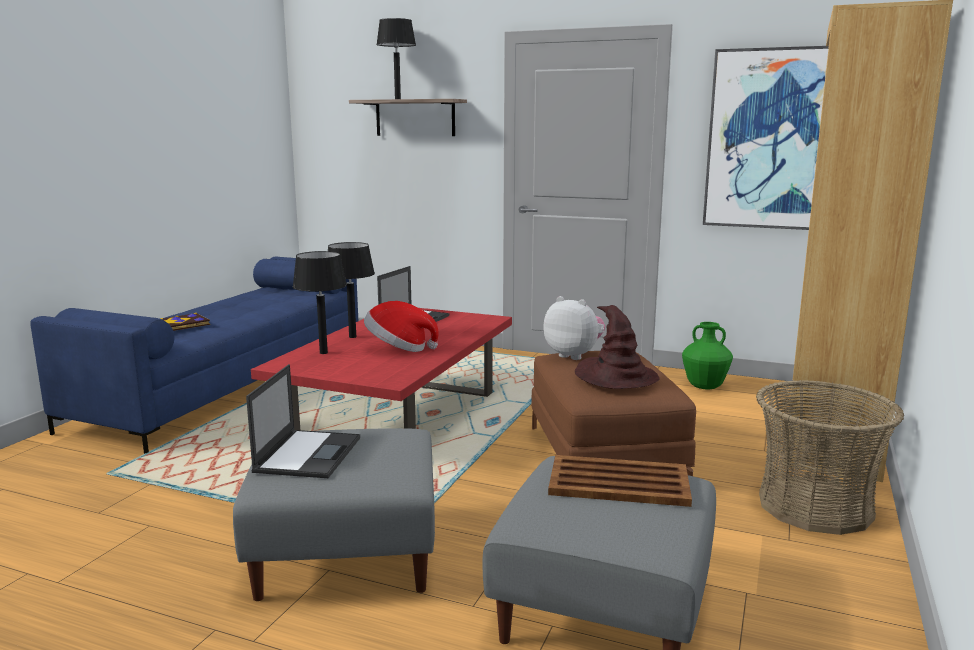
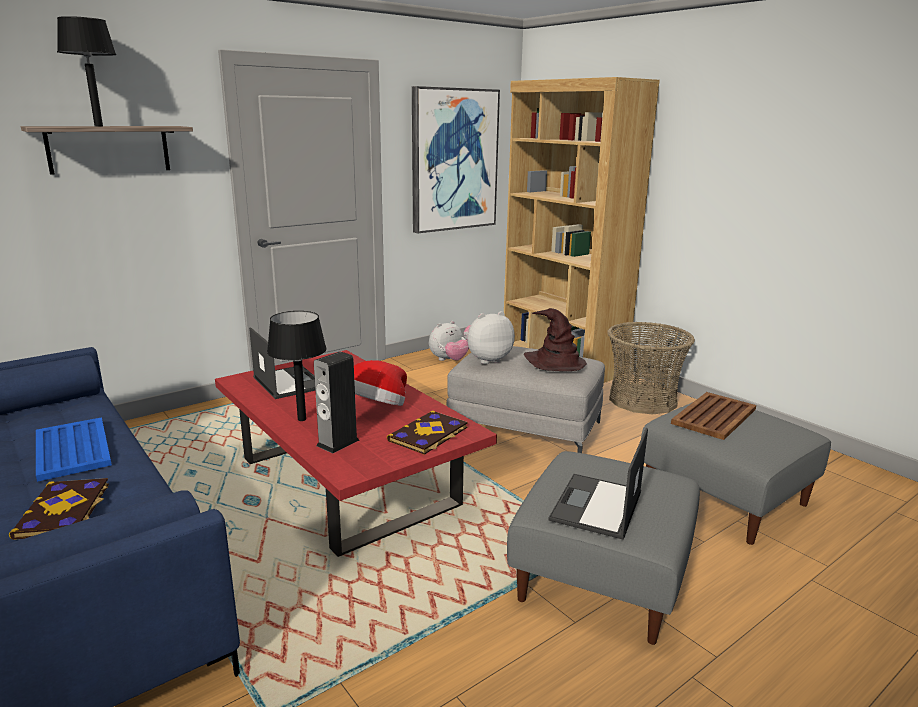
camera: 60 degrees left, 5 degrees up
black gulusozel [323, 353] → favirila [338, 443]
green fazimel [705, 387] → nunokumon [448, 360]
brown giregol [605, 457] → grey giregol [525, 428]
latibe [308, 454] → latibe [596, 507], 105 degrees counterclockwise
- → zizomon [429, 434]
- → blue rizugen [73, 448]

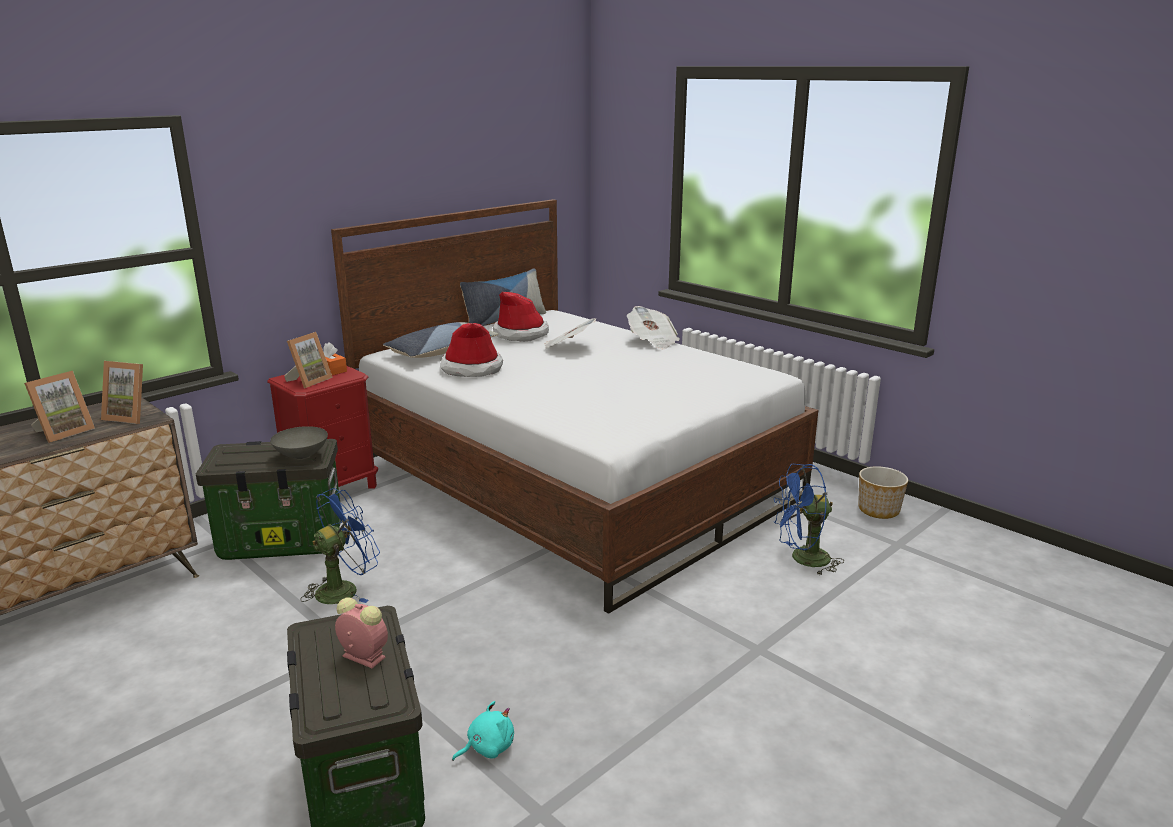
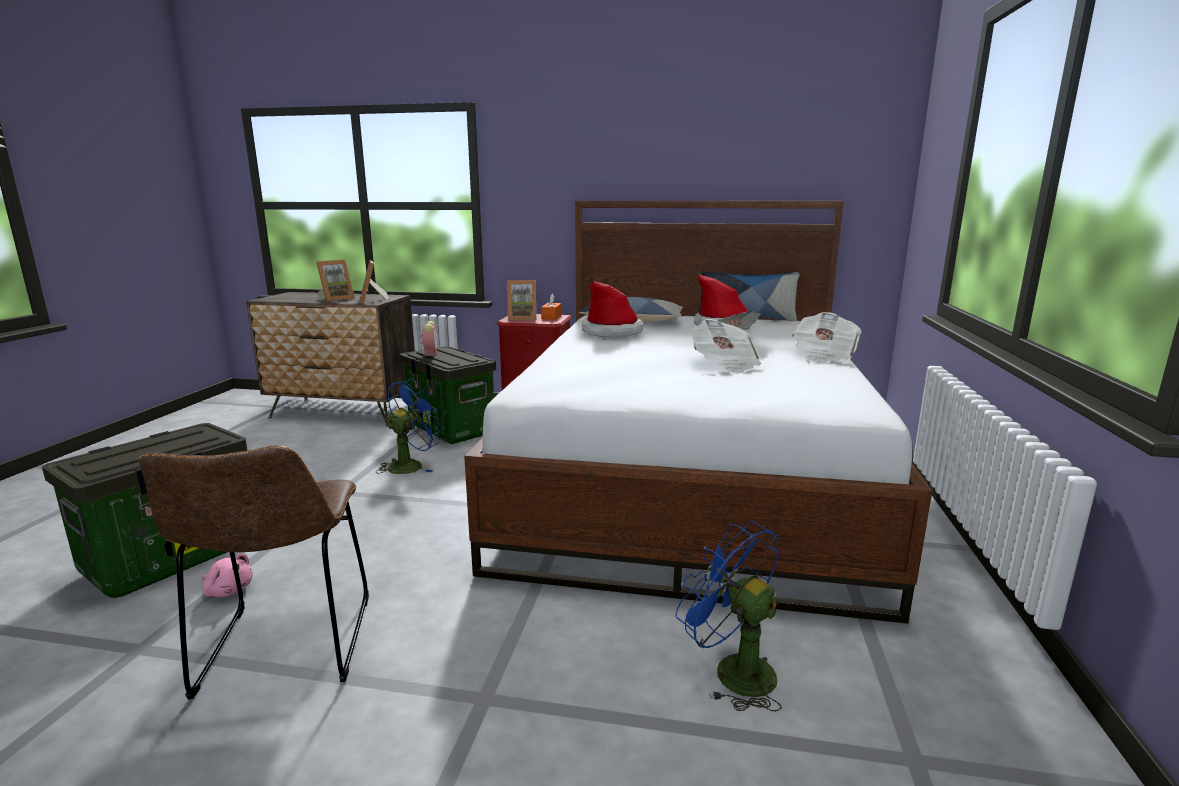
camera: 55 degrees right, 5 degrees down
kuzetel [64, 432] → kuzetel [336, 299], 45 degrees counterclockwise
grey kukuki [302, 455] → -
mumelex [879, 510] → -
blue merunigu [344, 589] → blue merunigu [411, 465], 60 degrees counterclockwise
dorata [362, 656] → dorata [430, 353], shifted
turquoise nunokumon [487, 747] → pink nunokumon [228, 590]
- → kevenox [724, 365]
- → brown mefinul [285, 650]

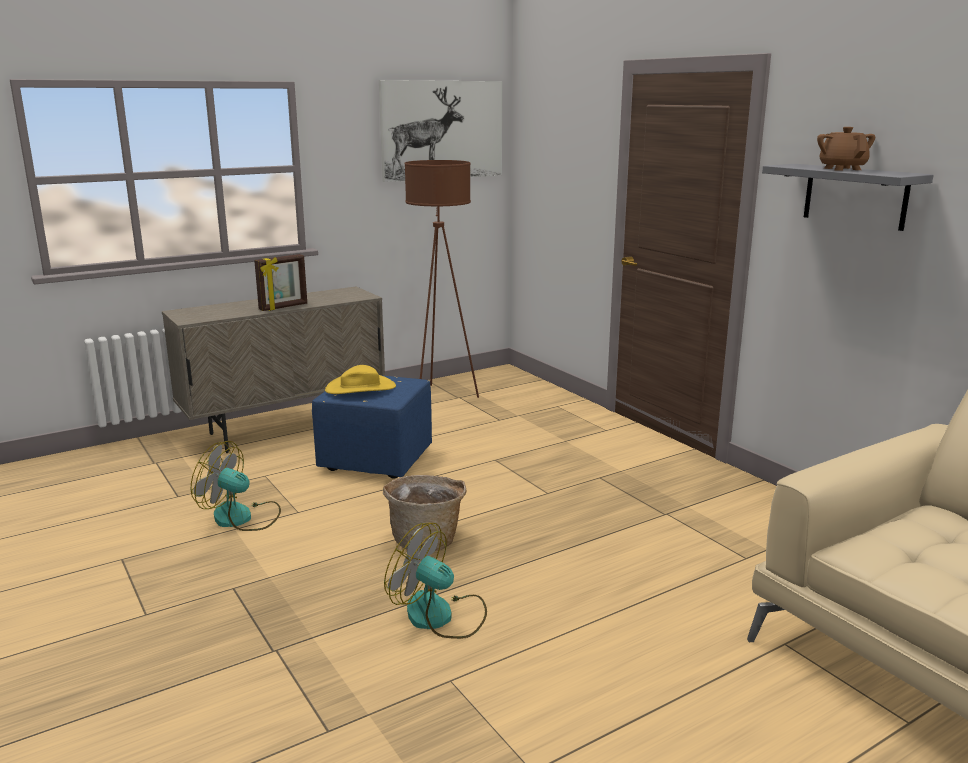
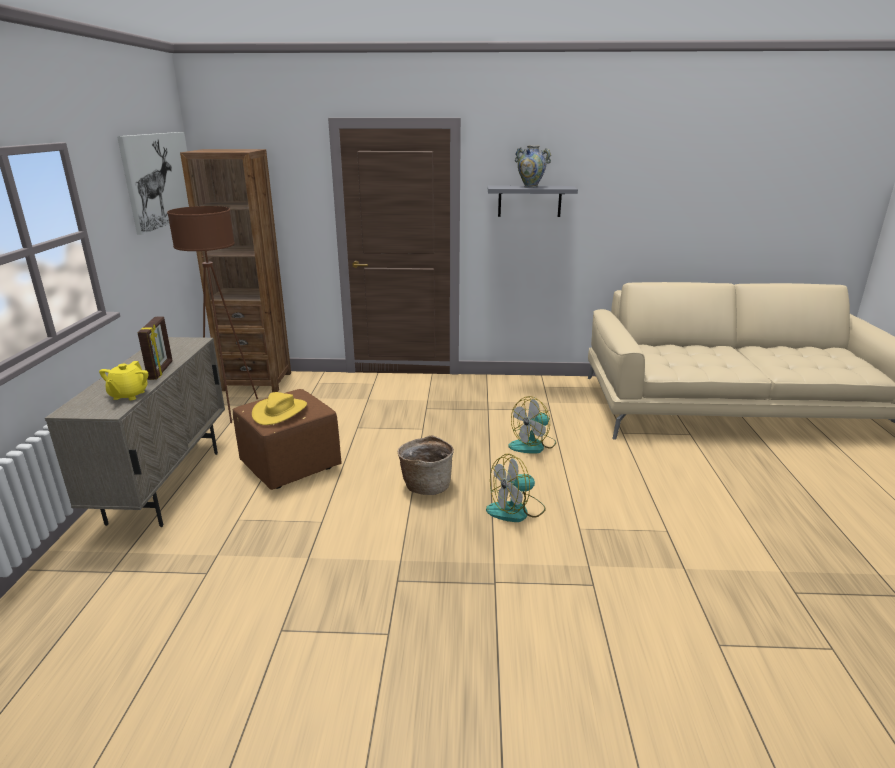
camera: 55 degrees left, 5 degrees up
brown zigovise [842, 169] → fazimel [530, 186]
blue giregol [377, 460] → brown giregol [290, 465]
merunigu [241, 518] → merunigu [533, 445], shifted
- → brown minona [256, 381]
- → yellow zigovise [128, 395]

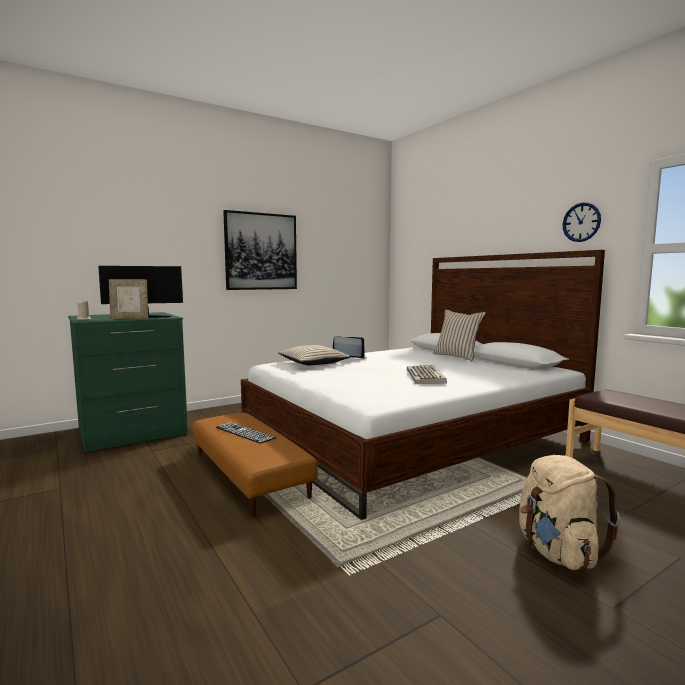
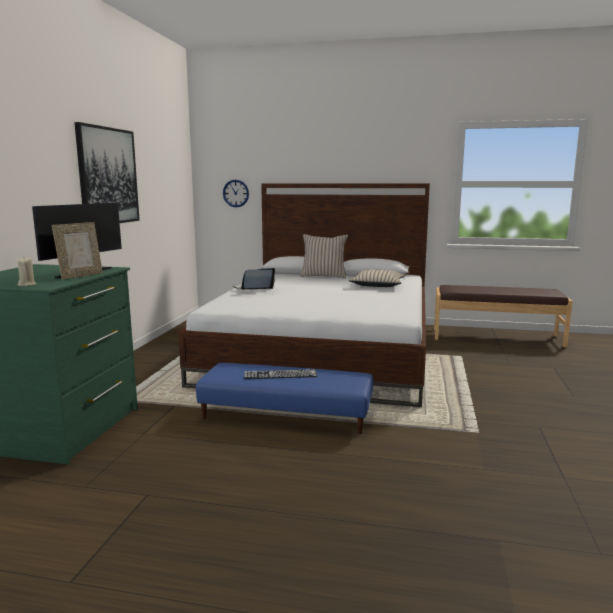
camera: 45 degrees left, 5 degrees up
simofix [581, 222] → simofix [236, 193], shifted
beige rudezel [313, 363] → beige rudezel [377, 285], shifted
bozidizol [426, 376] → -
brown giregol [249, 474] → blue giregol [287, 413]
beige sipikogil [557, 552] → -

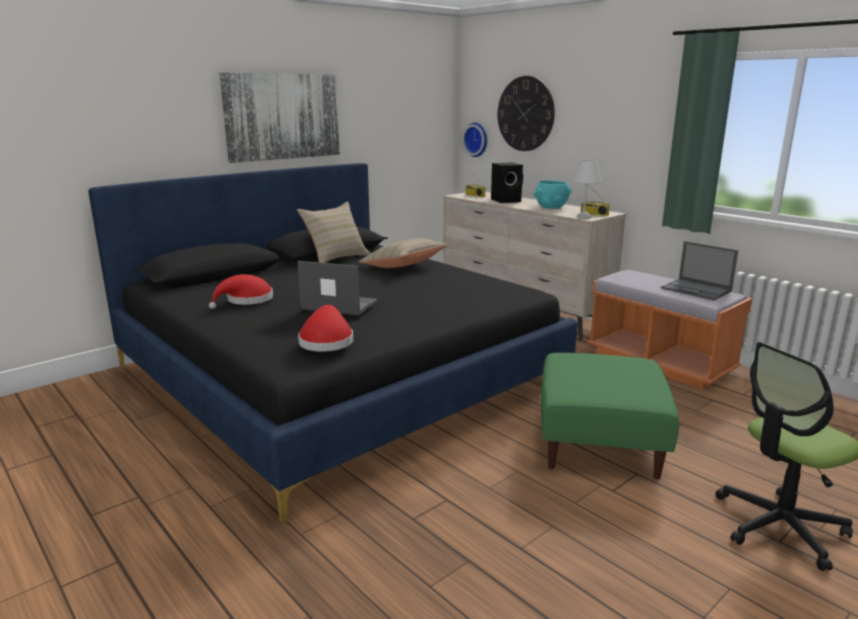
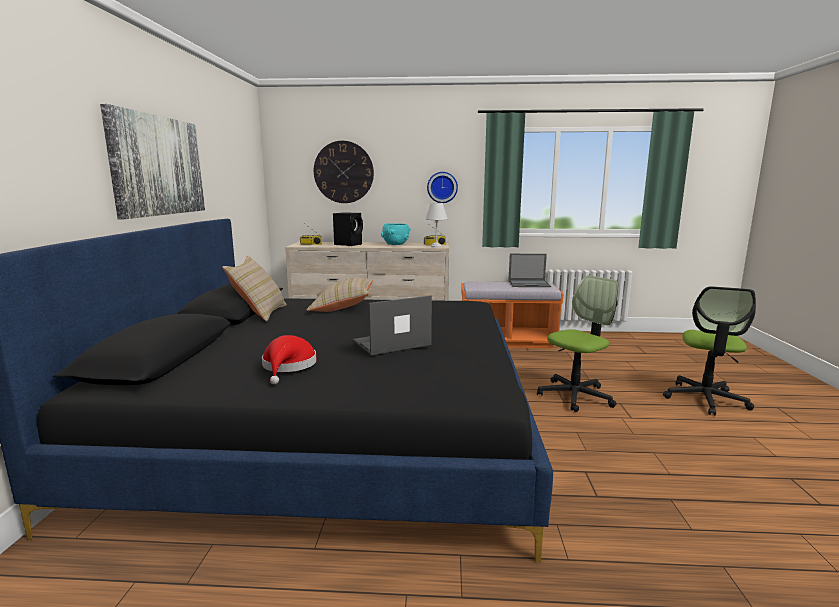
camera: 45 degrees left, 5 degrees down
simofix [477, 139] → simofix [442, 187], shifted
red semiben [326, 341] → -
green giregol [600, 443] → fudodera [575, 396]

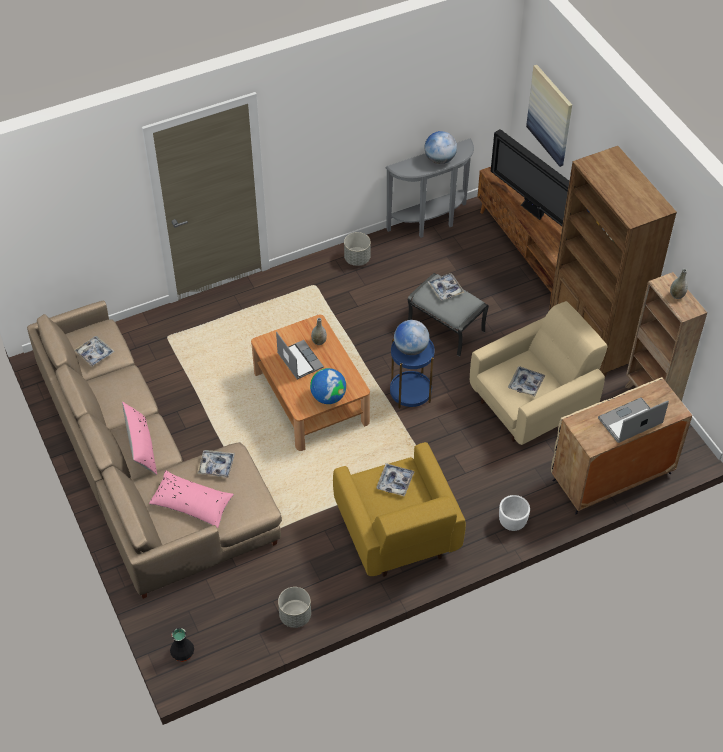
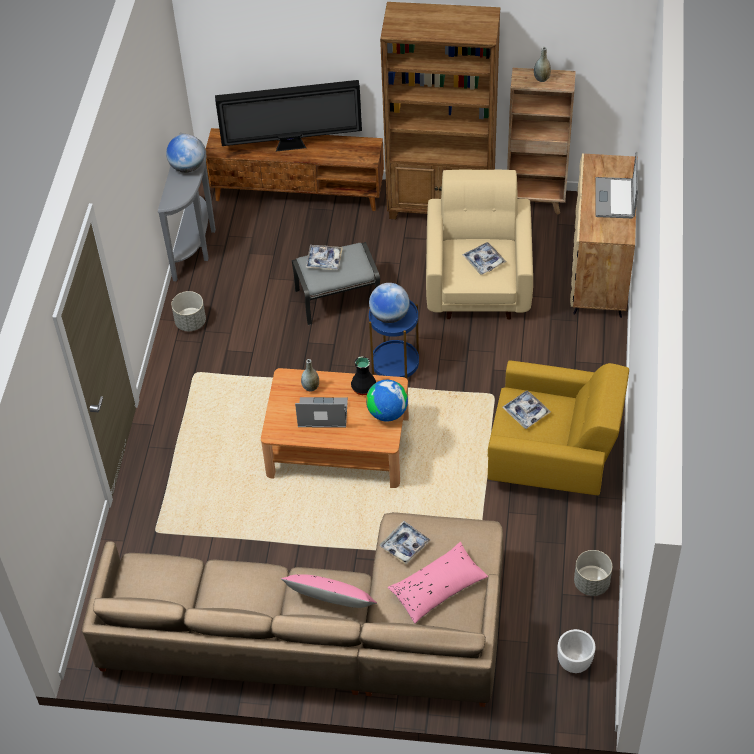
camera: 55 degrees left, 0 degrees up
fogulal [550, 115] → -
rizugen [94, 353] → -
white mumelex [512, 523] → white mumelex [574, 662], shifted
black fazimel [182, 653] → black fazimel [364, 388], shifted

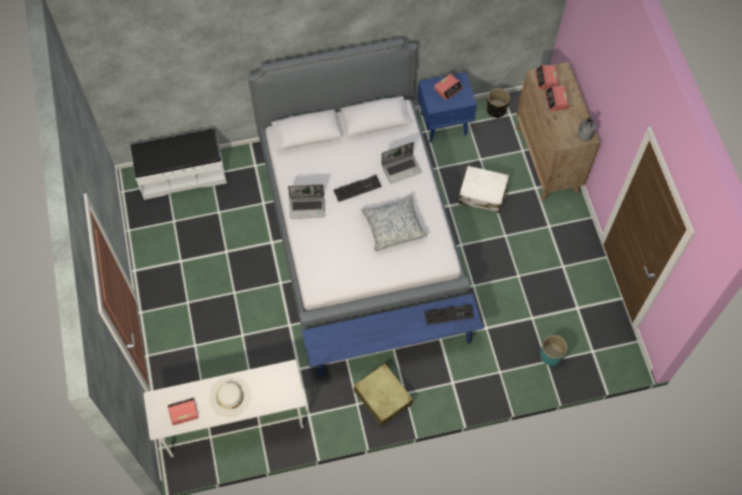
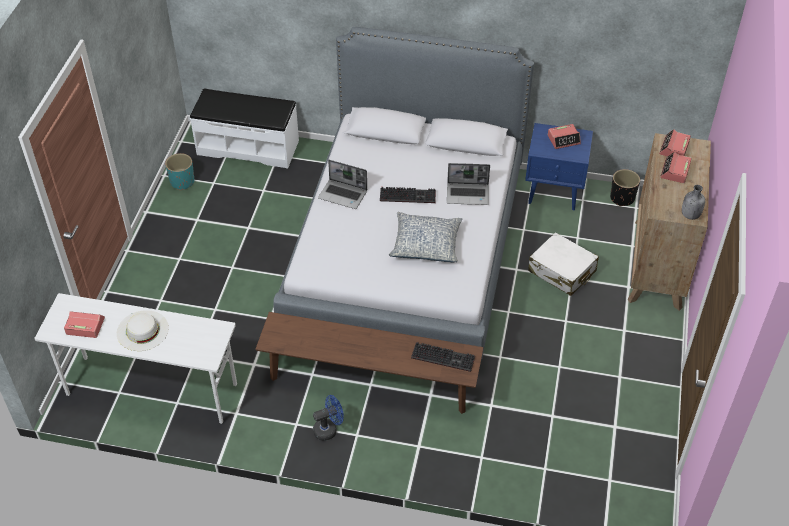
camera: 25 degrees right, 15 degrees down
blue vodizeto [391, 345] → brown vodizeto [370, 381]
turquoise mumelex [550, 355] → turquoise mumelex [182, 182], shifted
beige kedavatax [382, 397] → blue merunigu [328, 429]

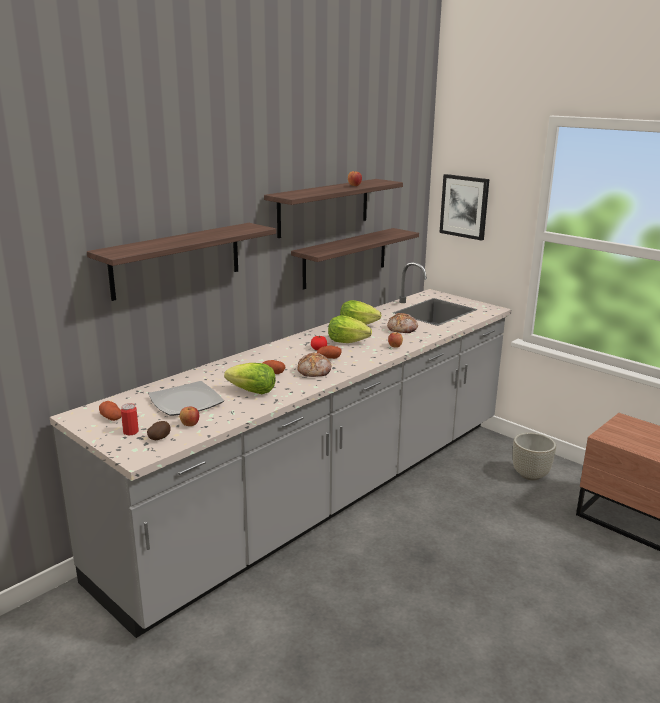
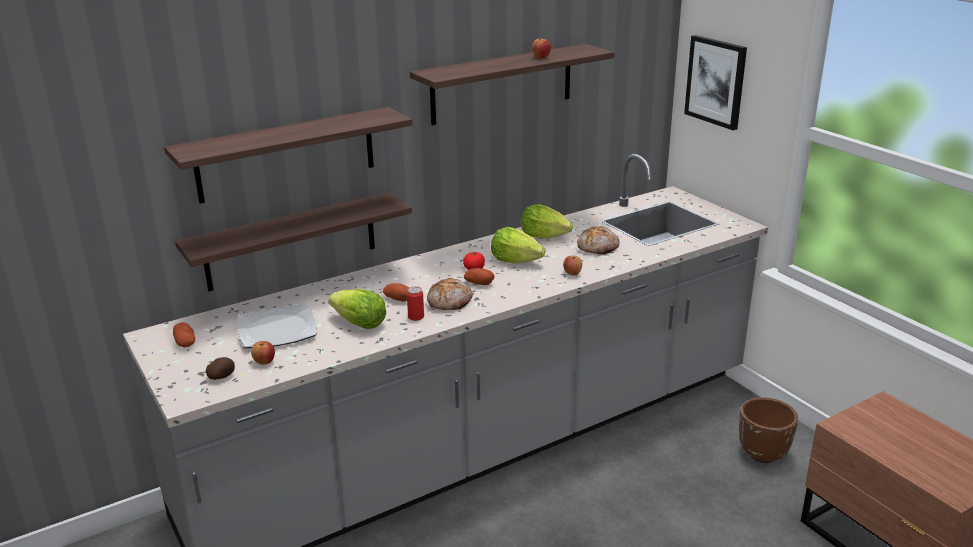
camera: 15 degrees right, 5 degrees up
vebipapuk [345, 258] → vebipapuk [291, 242], shifted
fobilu [131, 432] → fobilu [416, 317], shifted
grey mumelex [530, 475] → brown mumelex [763, 455]

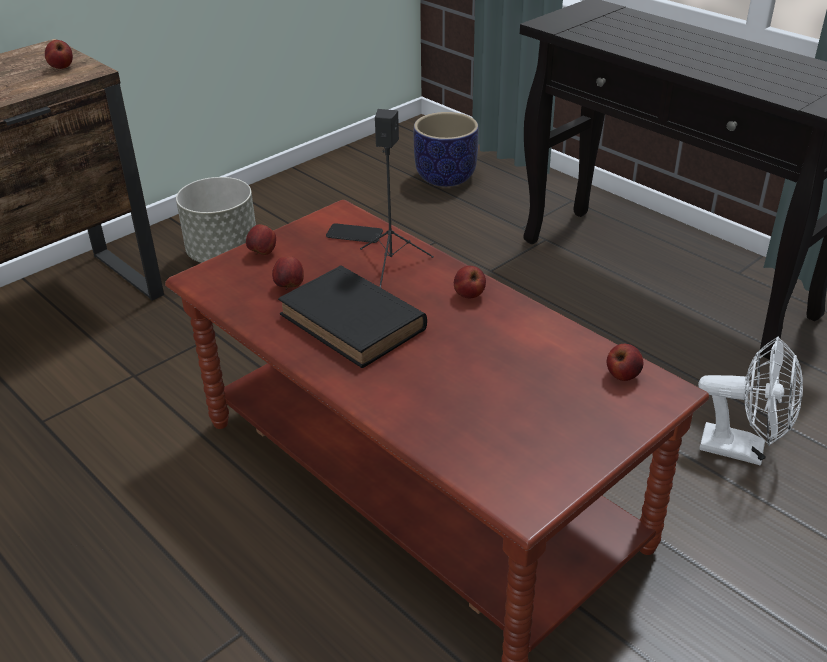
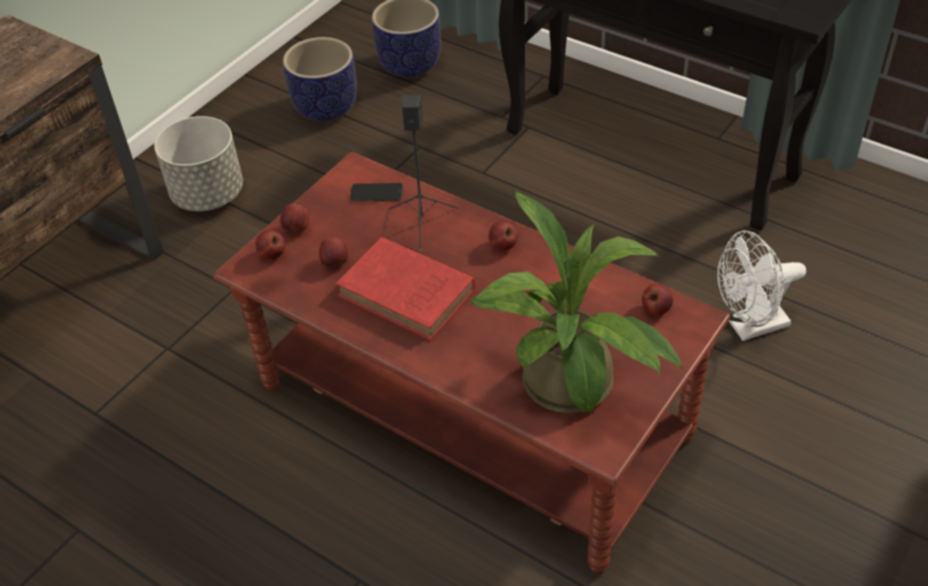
camera: 10 degrees left, 10 degrees up
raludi [61, 67] → raludi [272, 255], shifted
black zizomon [355, 324] → red zizomon [409, 294]
white merunigu [743, 449] → white merunigu [750, 327], 150 degrees clockwise
- → mumelex [326, 108]
- → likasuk [572, 392]

